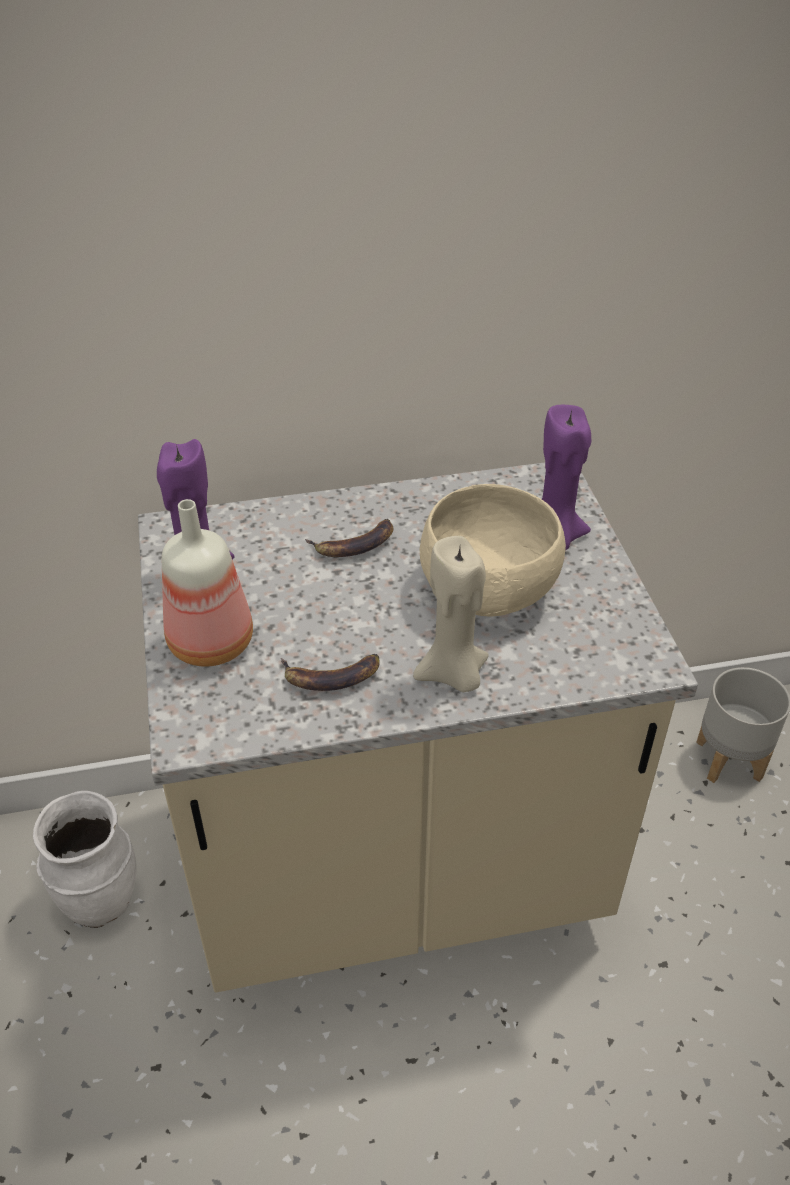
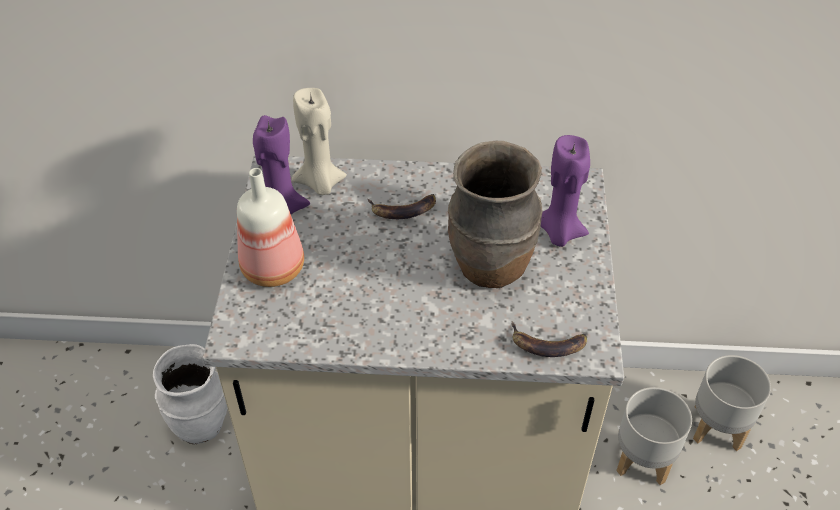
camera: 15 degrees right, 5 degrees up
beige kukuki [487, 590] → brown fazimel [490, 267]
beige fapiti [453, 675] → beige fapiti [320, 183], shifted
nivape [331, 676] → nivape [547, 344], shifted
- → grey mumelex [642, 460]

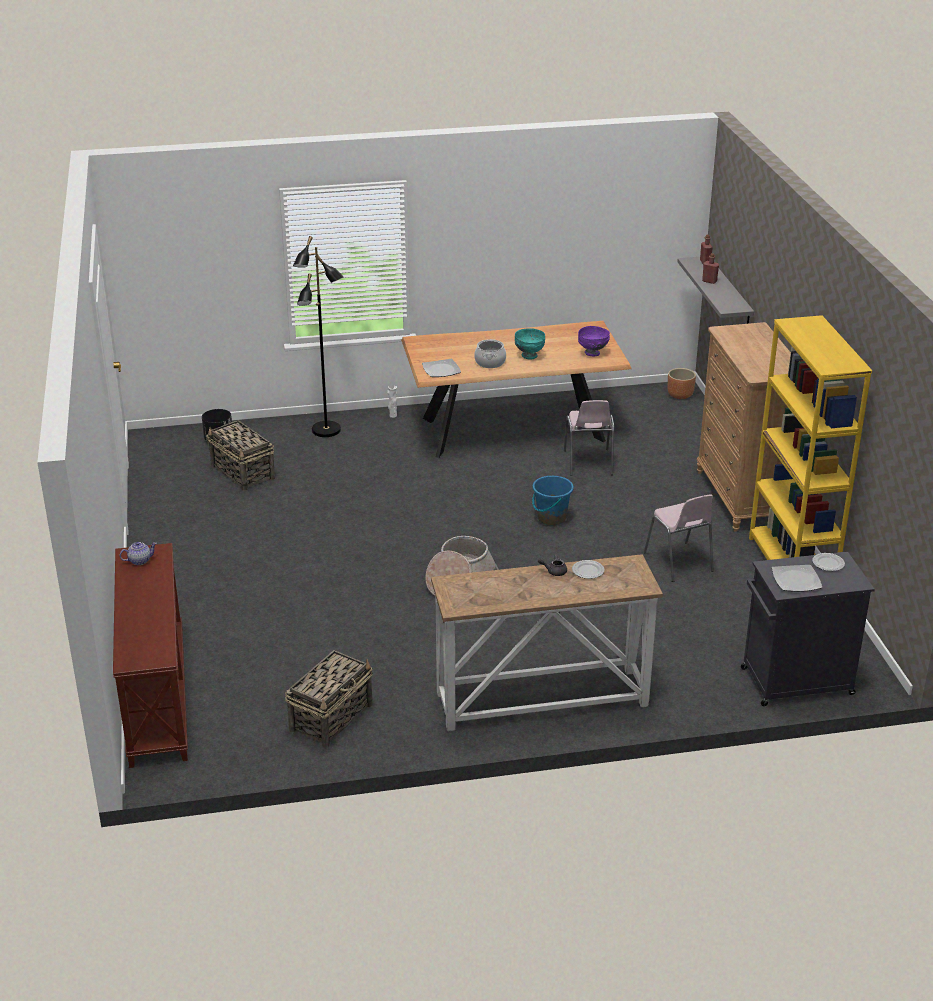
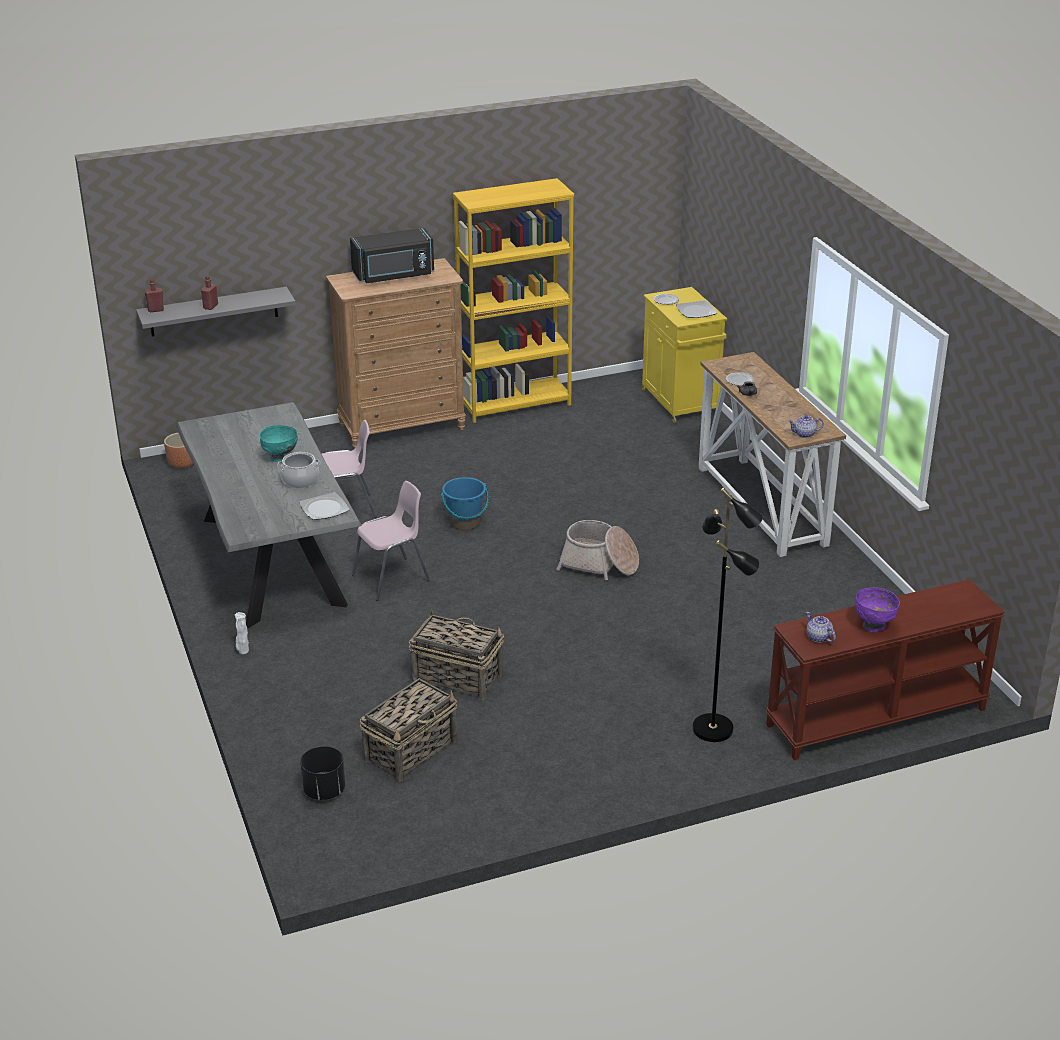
camera: 100 degrees left, 0 degrees up
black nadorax [326, 430] → black nadorax [714, 728], shifted
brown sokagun [513, 429] → grey sokagun [273, 561]
purple kukuki [592, 353] → purple kukuki [874, 626], shifted
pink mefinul [678, 562] → pink mefinul [392, 579], shifted
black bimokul [794, 682] → yellow bimokul [680, 403]
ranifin [332, 717] → ranifin [456, 677], shifted
- → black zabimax [394, 275]
- → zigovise [805, 434]

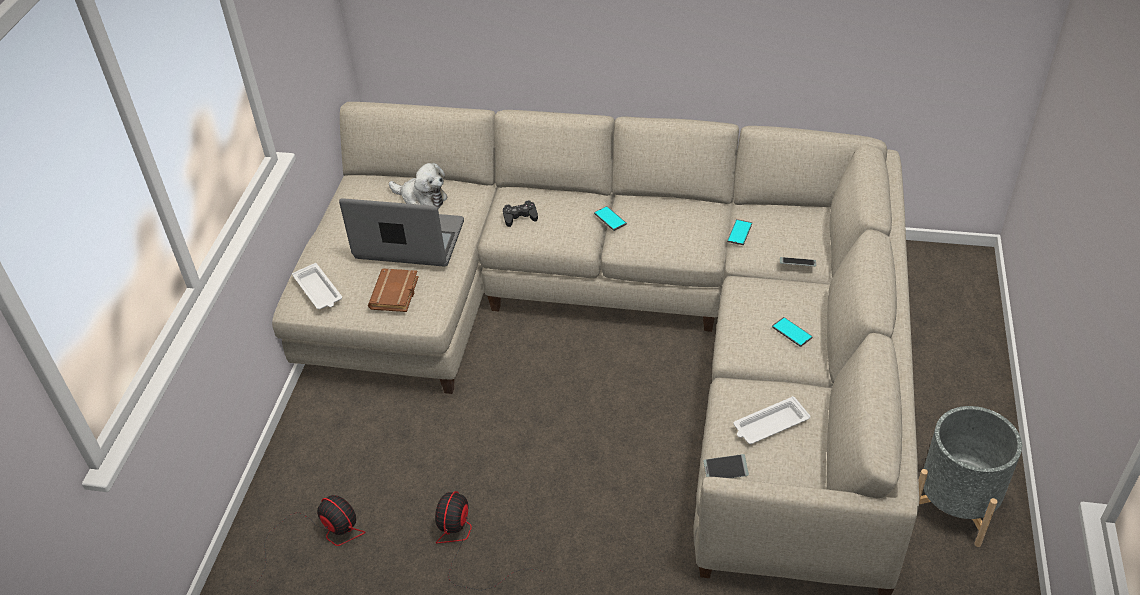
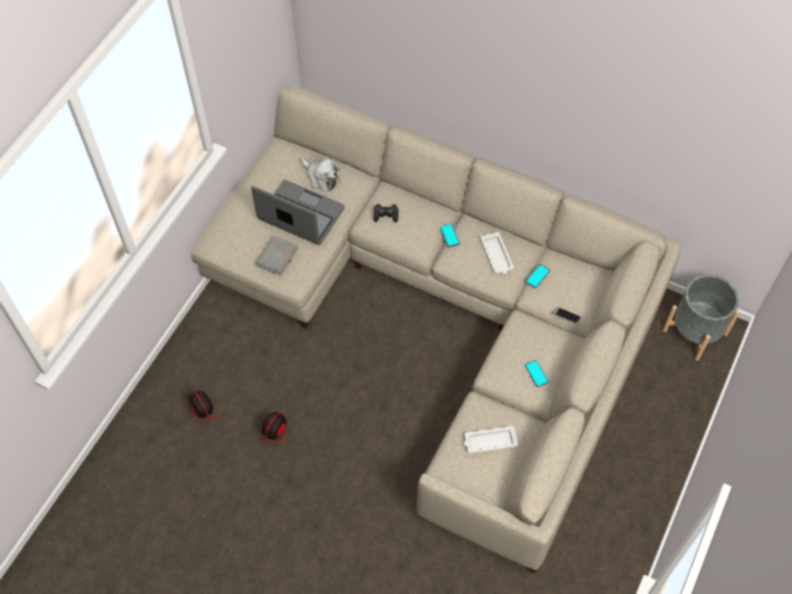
camera: 15 degrees right, 15 degrees up
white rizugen [318, 291] → white rizugen [497, 255], shifted
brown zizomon [396, 294] → grey zizomon [278, 258]
grey mumelex [955, 505] → grey mumelex [695, 332], shifted
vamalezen [725, 470] → -

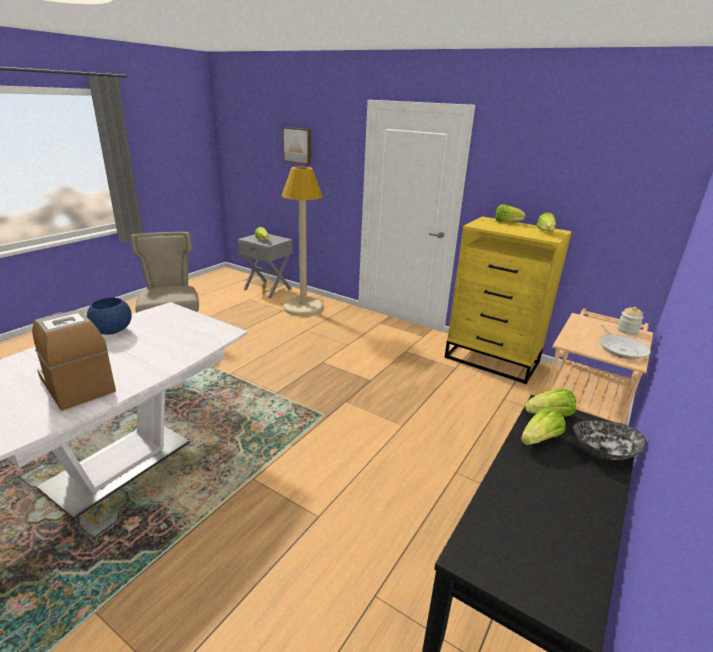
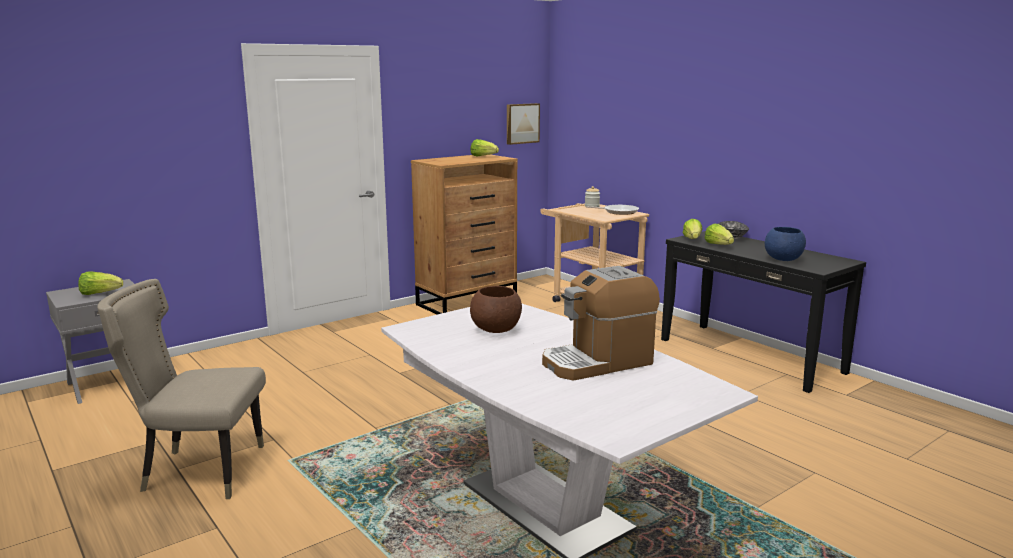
camera: 70 degrees left, 10 degrees down
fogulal [298, 145] → fogulal [522, 123], shifted
beige nadorax [303, 307] → -
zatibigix [506, 222] → -
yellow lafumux [492, 360] → brown lafumux [467, 302]
blue kukuki [113, 331] → blue kukuki [783, 259], shifted
- → brown kukuki [496, 330]

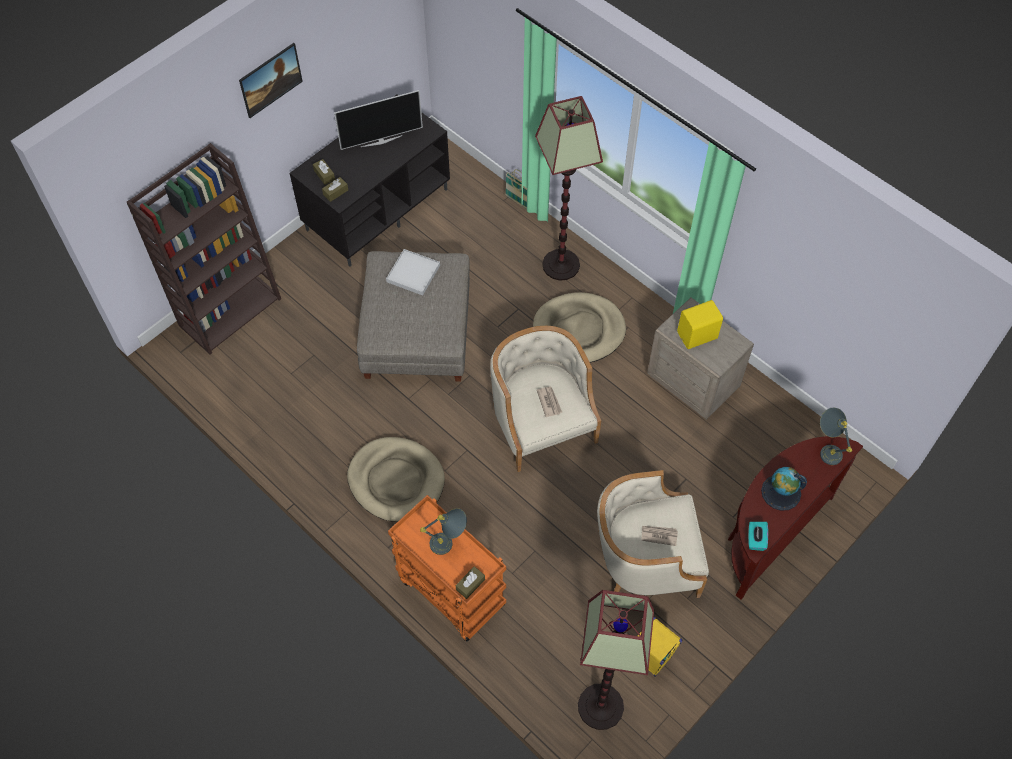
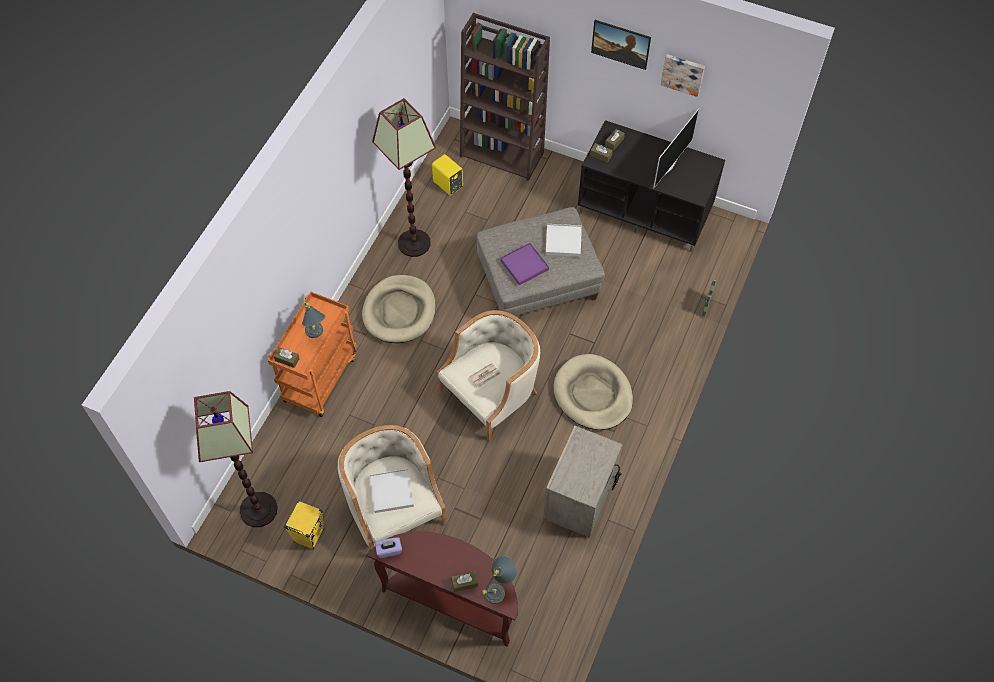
camera: 70 degrees right, 0 degrees up
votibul [381, 140] → votibul [669, 166], 105 degrees counterclockwise
nadorax [561, 264] → nadorax [414, 243], shifted
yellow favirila [698, 336] → yellow favirila [448, 185], shifted
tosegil [781, 492] → -
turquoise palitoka [755, 540] → purple palitoka [389, 550]
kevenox [659, 535] → white rizugen [391, 491]
- → fogulal [683, 74]
- → purple rizugen [524, 265]
- → brown palitoka [464, 583]

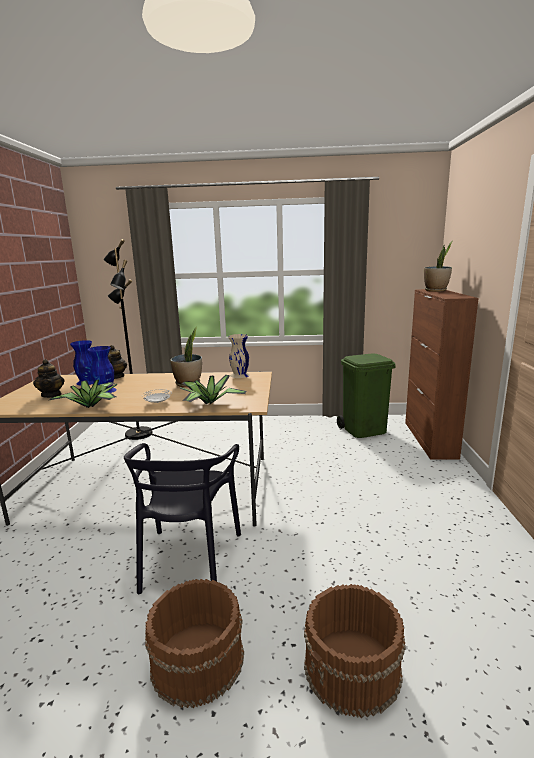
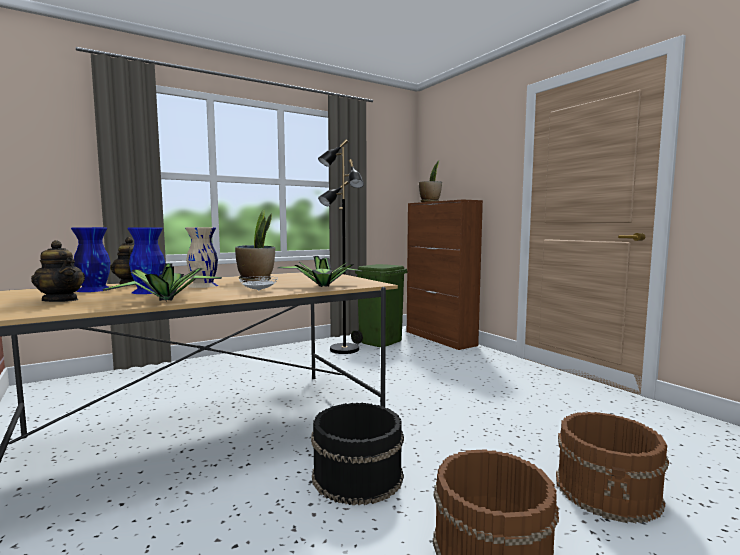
camera: 35 degrees left, 10 degrees down
black nadorax [137, 434] → black nadorax [343, 350], shifted
beige fazimel [239, 375] → beige fazimel [203, 285], shifted
black mefinul [189, 559] → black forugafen [356, 476]

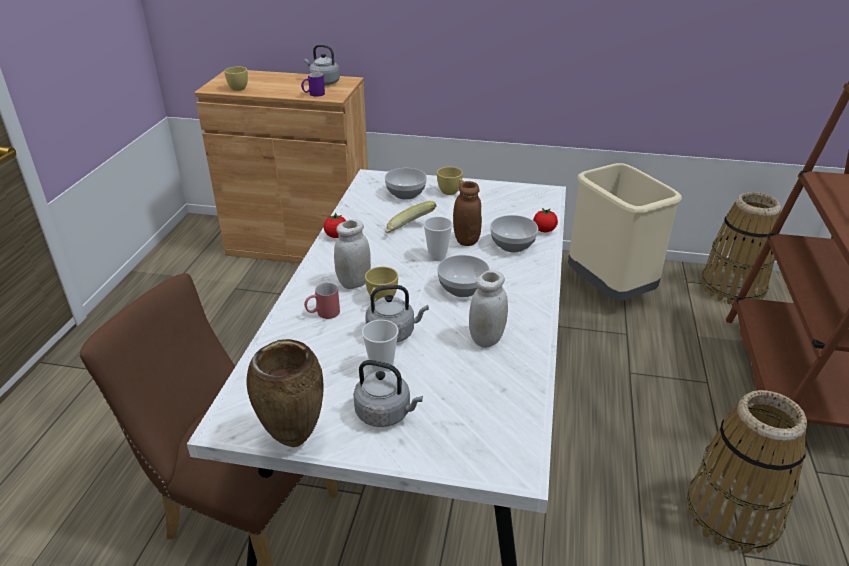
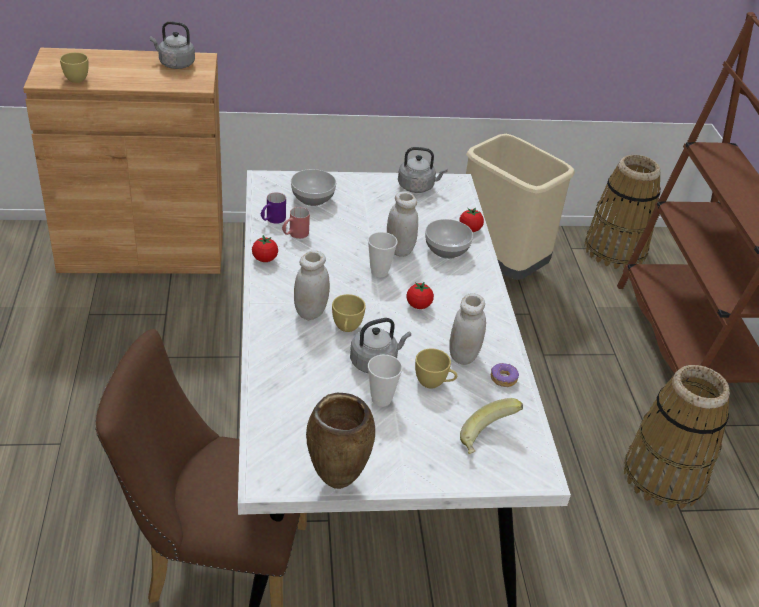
camera: 20 degrees left, 5 degrees up
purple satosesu [313, 94] → purple satosesu [272, 220], shifted
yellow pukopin [451, 192] → yellow pukopin [434, 383], shifted
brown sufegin [466, 240] → white sufegin [399, 250]
nivape [409, 231] → nivape [488, 439], shifted
kukuki [462, 289] → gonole [418, 305]
red satosesu [323, 314] → red satosesu [295, 235], shifted
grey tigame [386, 413] → grey tigame [418, 187], shifted
- → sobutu [503, 378]

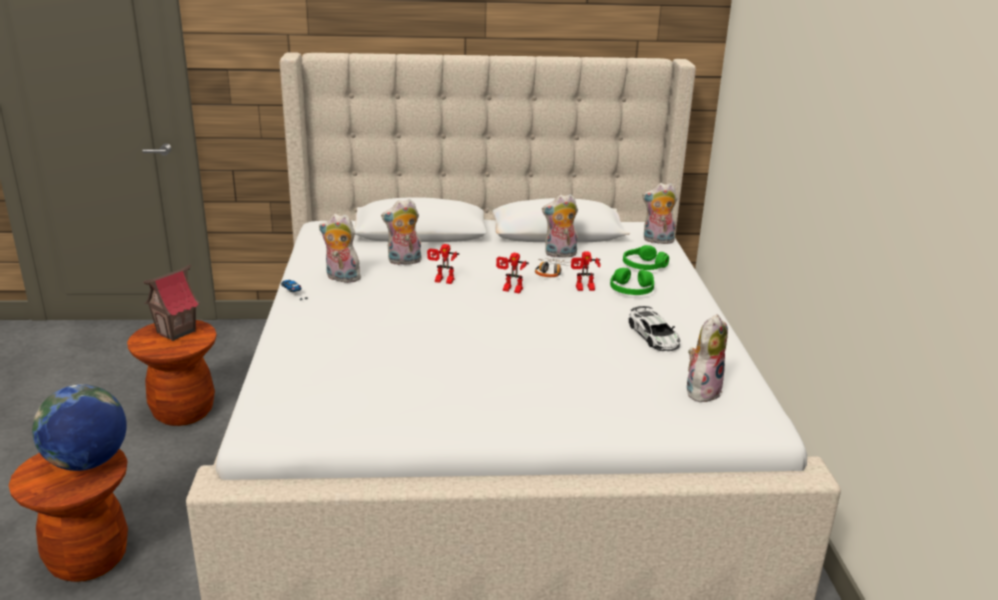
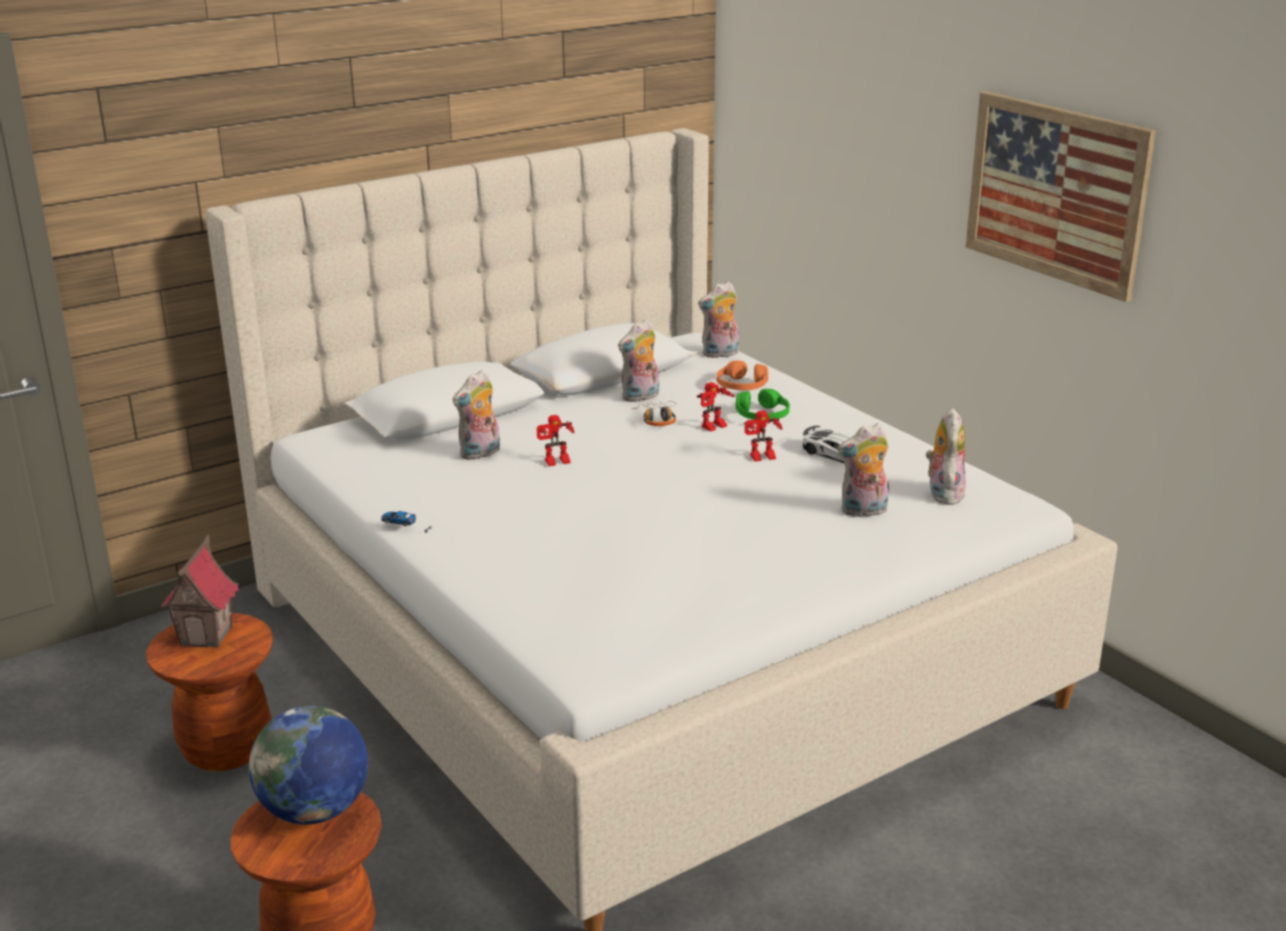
camera: 30 degrees left, 0 degrees up
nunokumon [341, 278] → nunokumon [863, 511], shifted
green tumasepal [643, 266] → orange tumasepal [741, 386]
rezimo [510, 290] → rezimo [762, 458], shifted
- → fogulal [1056, 192]

